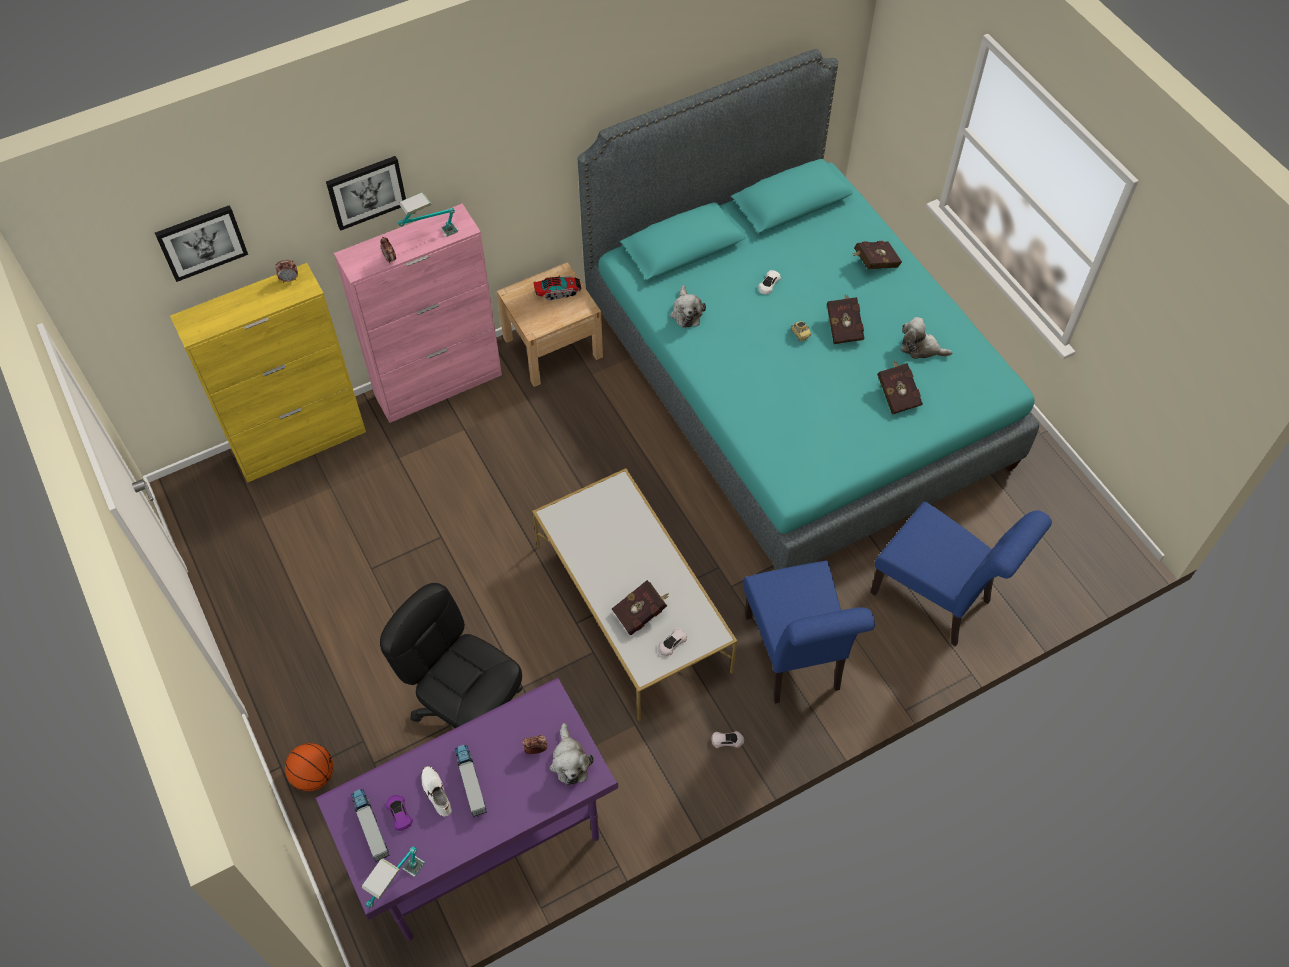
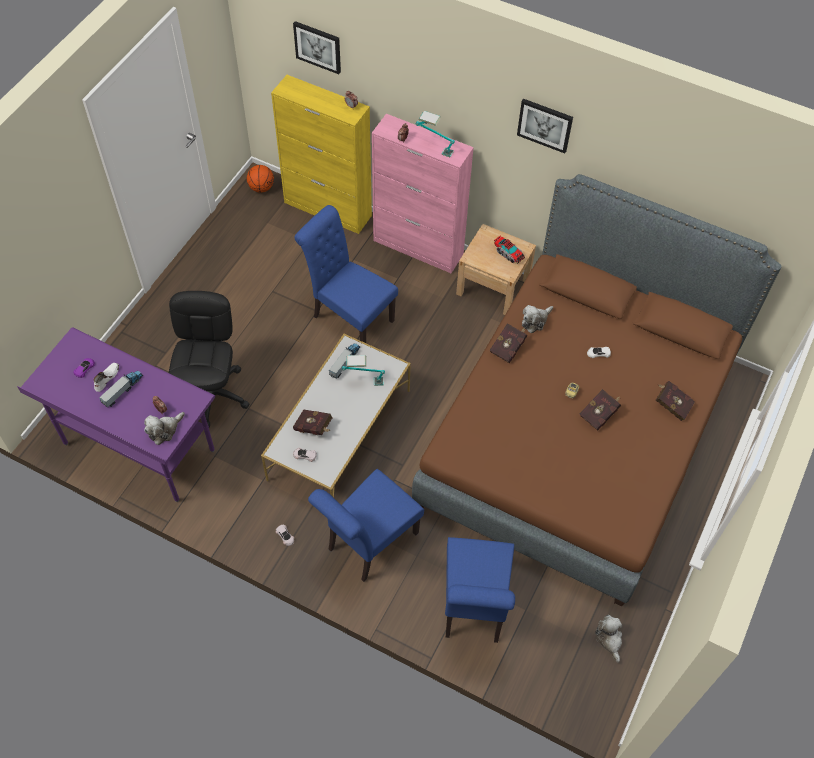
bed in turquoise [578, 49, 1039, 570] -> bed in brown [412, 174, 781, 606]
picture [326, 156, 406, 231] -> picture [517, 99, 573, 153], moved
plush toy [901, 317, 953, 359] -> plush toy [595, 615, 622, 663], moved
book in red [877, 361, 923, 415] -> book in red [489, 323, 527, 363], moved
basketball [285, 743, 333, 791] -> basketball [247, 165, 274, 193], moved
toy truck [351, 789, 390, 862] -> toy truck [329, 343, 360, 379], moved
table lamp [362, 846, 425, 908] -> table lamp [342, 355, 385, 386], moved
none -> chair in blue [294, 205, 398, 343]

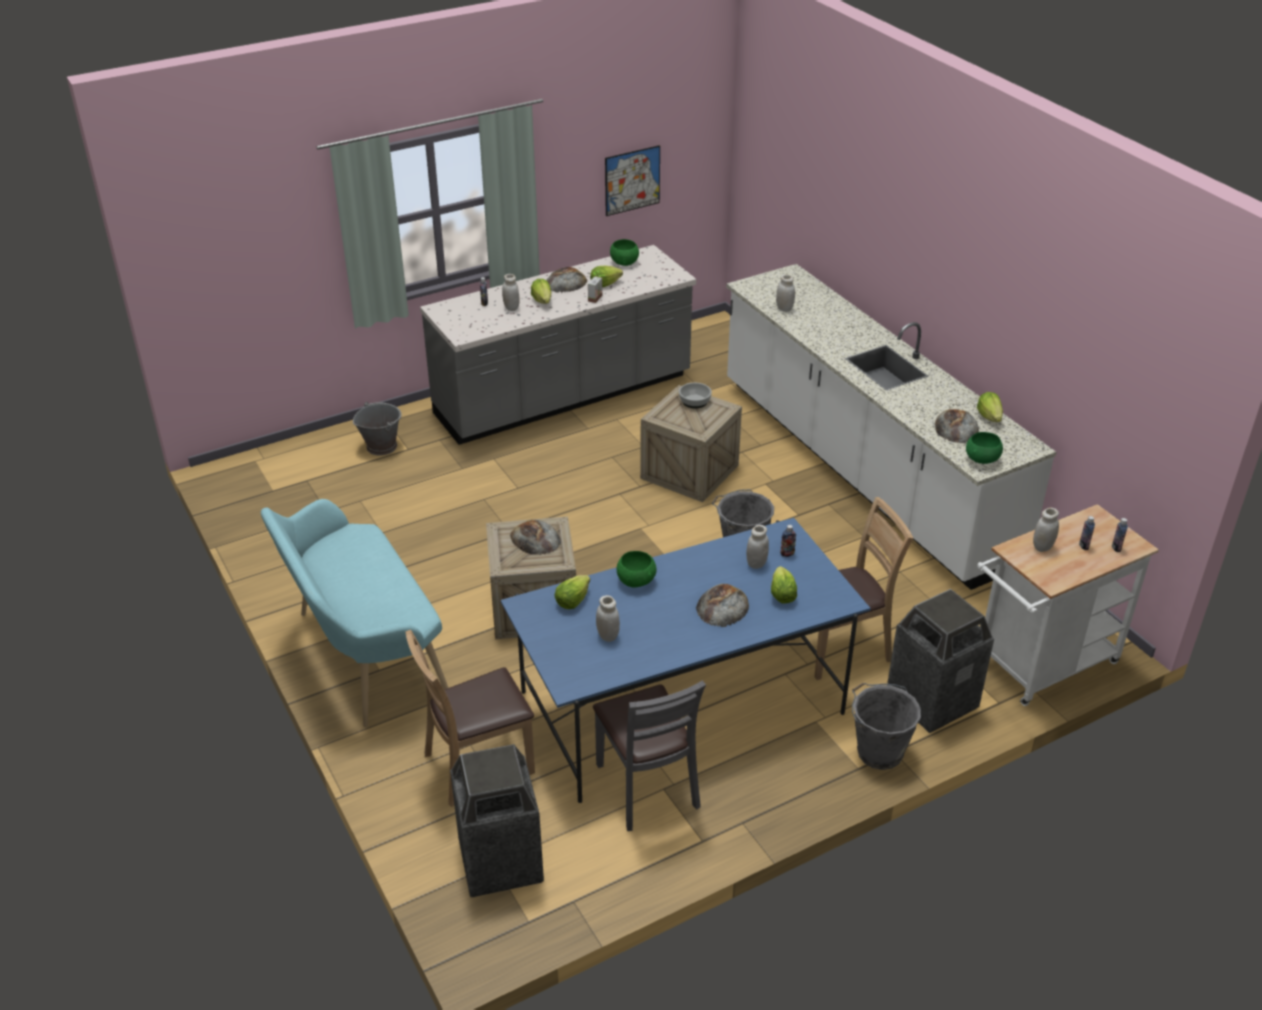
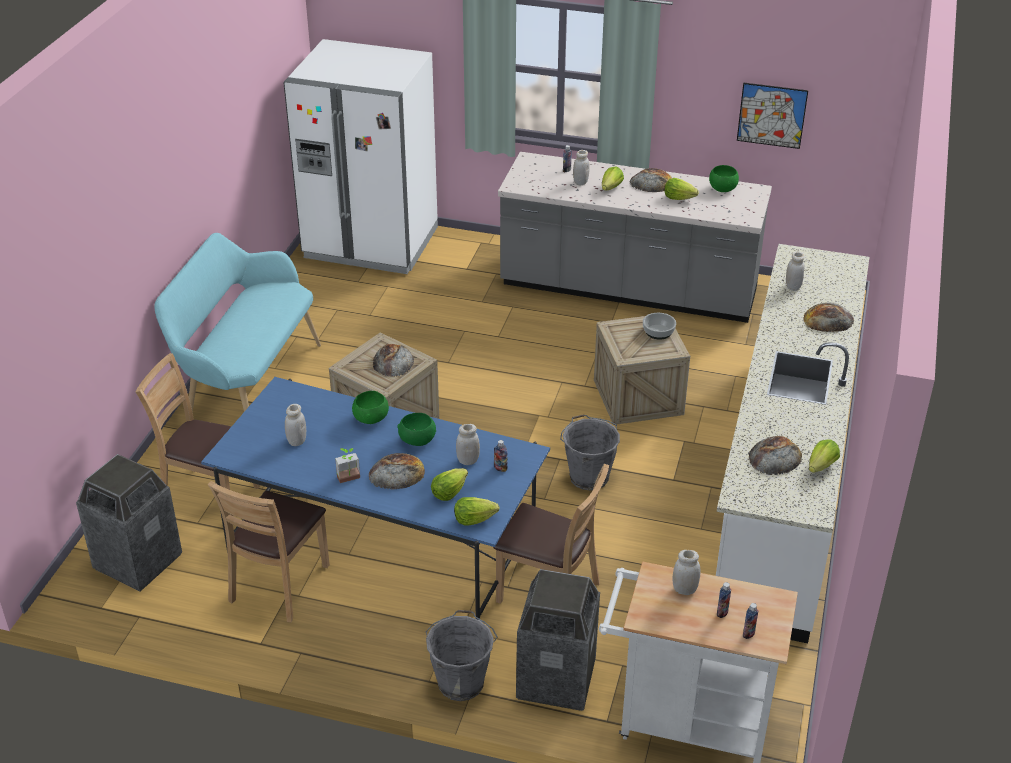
potted plant [588, 270, 605, 303] -> potted plant [335, 448, 360, 483], moved
bucket in grey [353, 402, 402, 455] -> none
bowl in green [966, 432, 1003, 464] -> bowl in green [398, 413, 436, 446], moved
lettuce [554, 575, 590, 609] -> lettuce [454, 497, 499, 526], moved
chair in grey [593, 680, 706, 831] -> chair in brown [208, 481, 330, 622]
none -> fridge in white [283, 39, 438, 274]
none -> bread [803, 302, 854, 332]

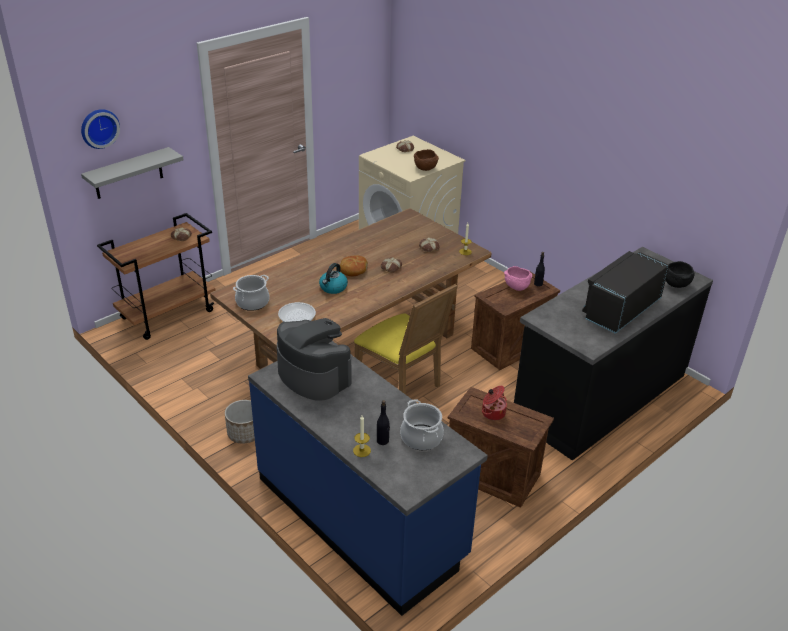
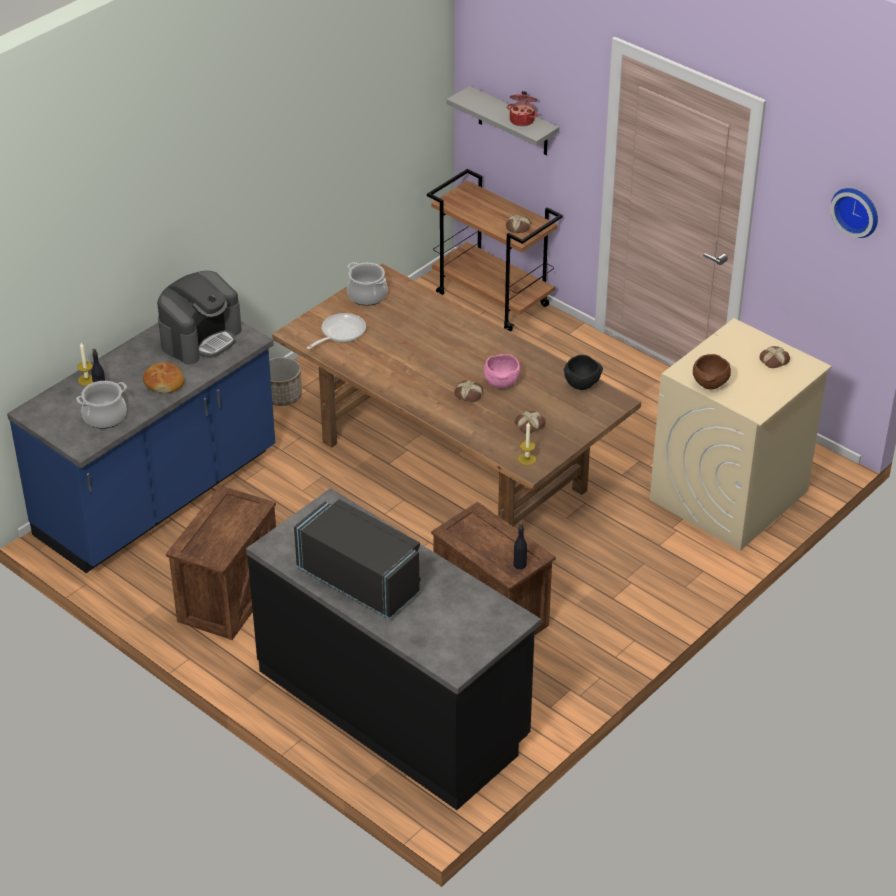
wall clock [81, 109, 120, 149] -> wall clock [830, 188, 878, 238], moved
bread [340, 255, 368, 276] -> bread [143, 362, 185, 393], moved
bowl in black [666, 261, 694, 288] -> bowl in black [564, 355, 603, 390], moved
kettle [319, 263, 348, 294] -> none
bowl in pink [504, 266, 532, 291] -> bowl in pink [484, 354, 520, 388], moved
chair in yellow [354, 284, 458, 395] -> none
cooking pot [482, 386, 507, 420] -> cooking pot [507, 91, 538, 126], moved

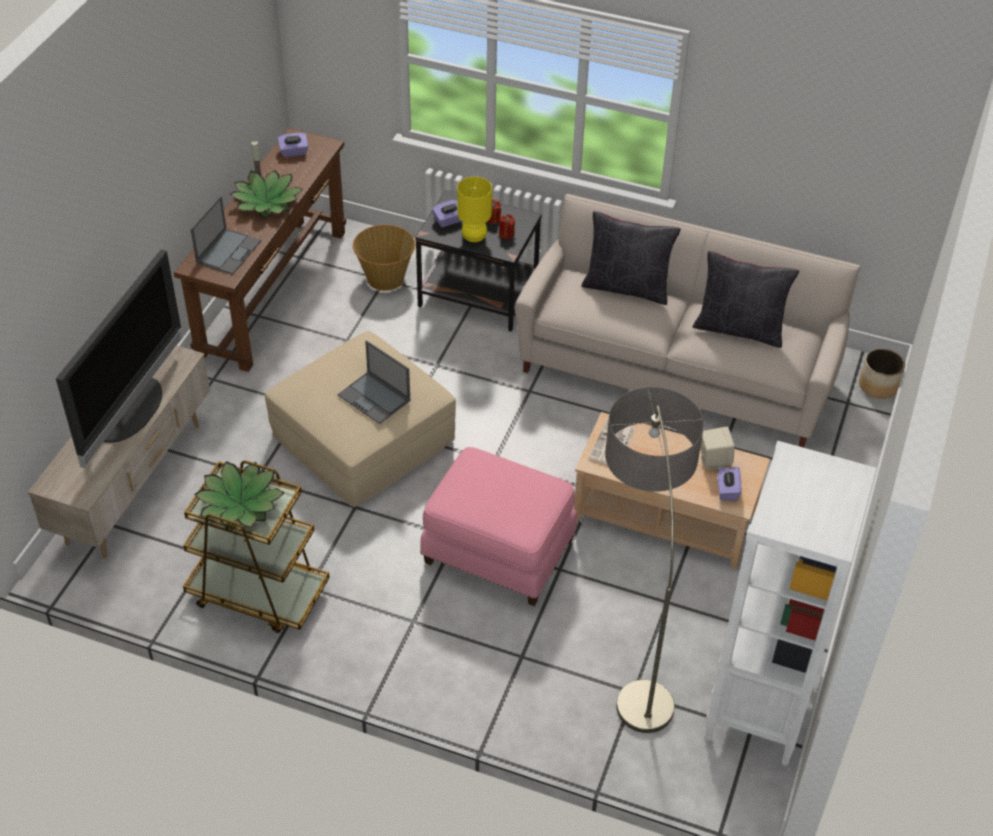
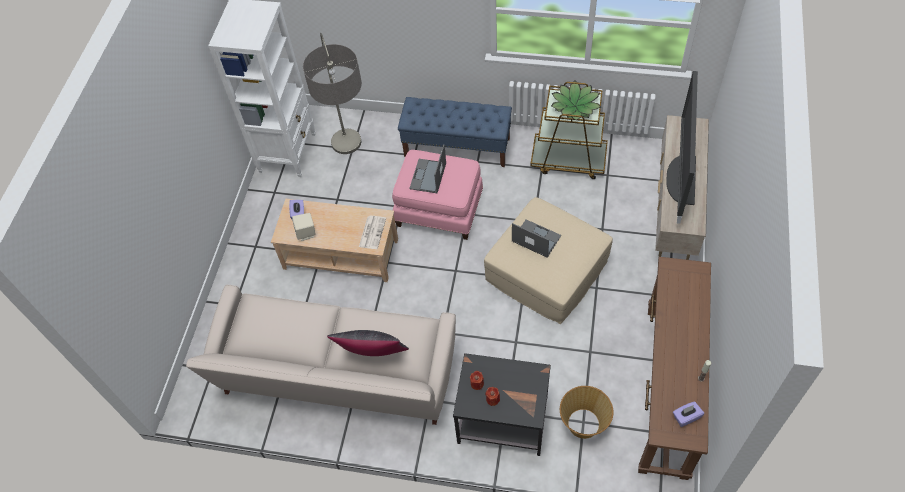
potted plant [230, 170, 303, 219] -> none
table lamp in yellow [457, 177, 492, 242] -> none
laptop [191, 196, 261, 275] -> laptop [409, 144, 446, 193], moved
tissue box in purple [432, 200, 461, 227] -> none
pillow in black [693, 251, 799, 348] -> none
planter [859, 348, 905, 399] -> none
none -> bench in blue [398, 97, 512, 167]

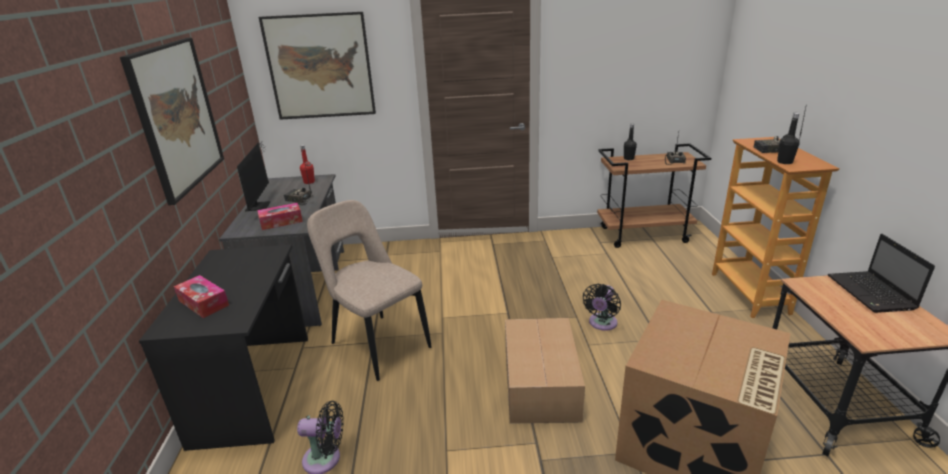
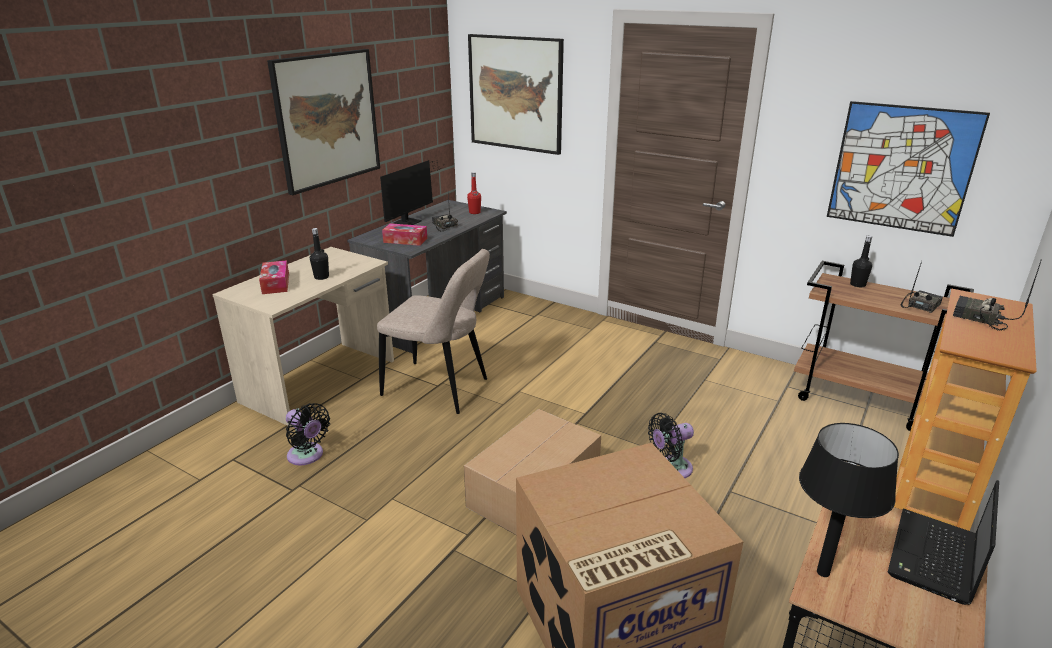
bottle in black [777, 113, 800, 164] -> bottle in black [310, 228, 329, 280], moved
chair in beige [307, 200, 432, 381] -> chair in beige [377, 249, 490, 414], 120 degrees clockwise
desk in black [139, 245, 308, 451] -> desk in beige [212, 247, 394, 426]
none -> picture [827, 101, 990, 237]
none -> table lamp in black [799, 423, 899, 577]

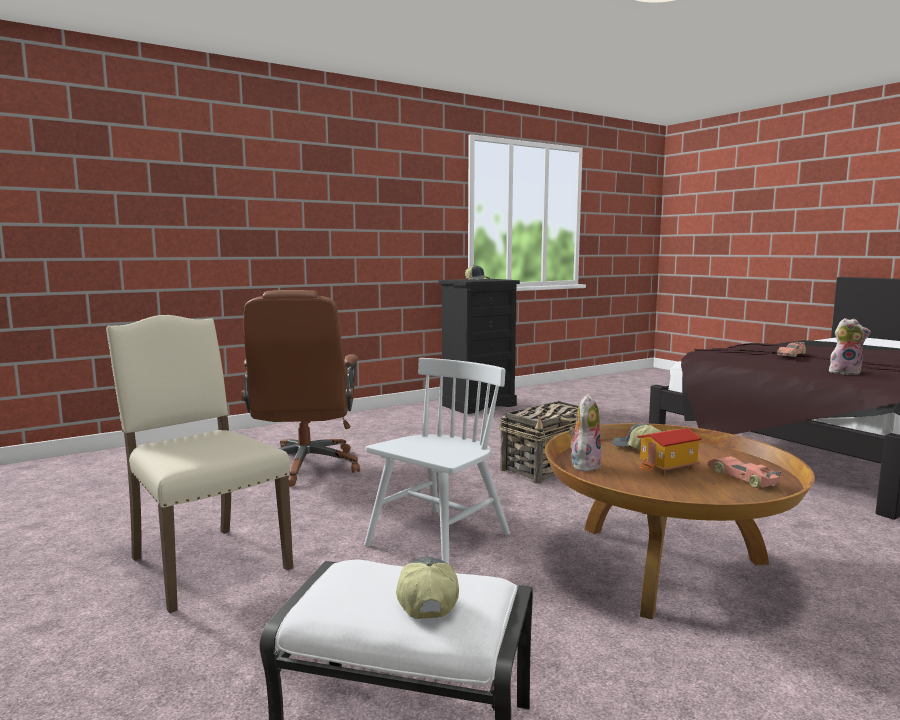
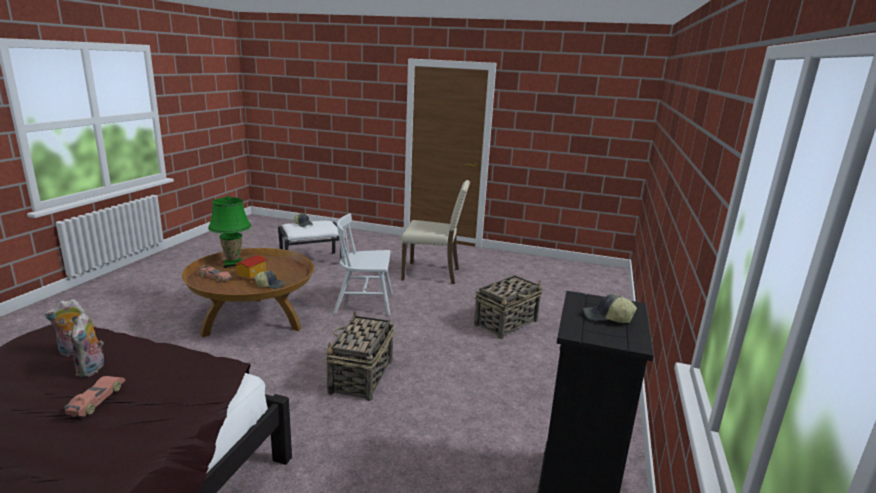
office chair in brown [241, 290, 360, 487] -> basket [474, 275, 542, 339]
chair in white [364, 358, 510, 564] -> chair in white [333, 214, 393, 316], 90 degrees clockwise
plush toy [569, 394, 601, 472] -> plush toy [71, 312, 104, 377], moved
none -> table lamp in green [208, 196, 251, 268]

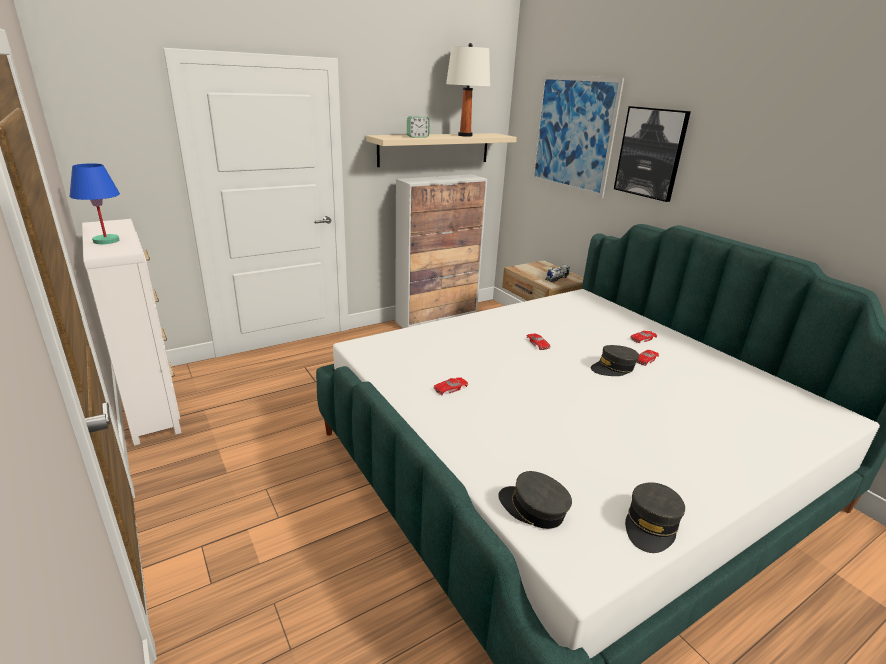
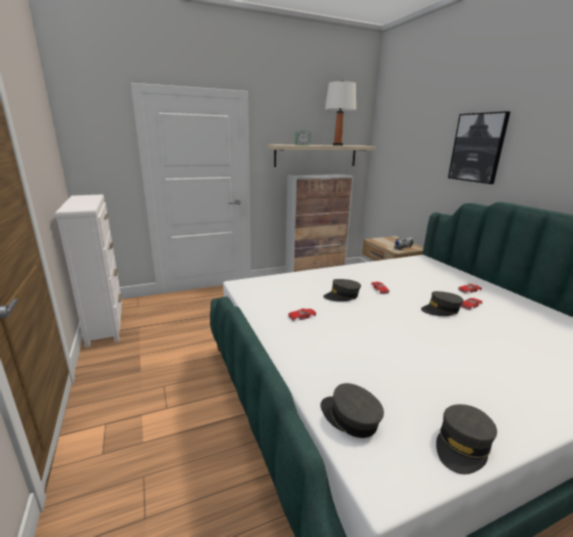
picture [531, 75, 624, 198] -> none
table lamp in blue [70, 163, 120, 244] -> none
none -> cap in grey [323, 279, 361, 302]

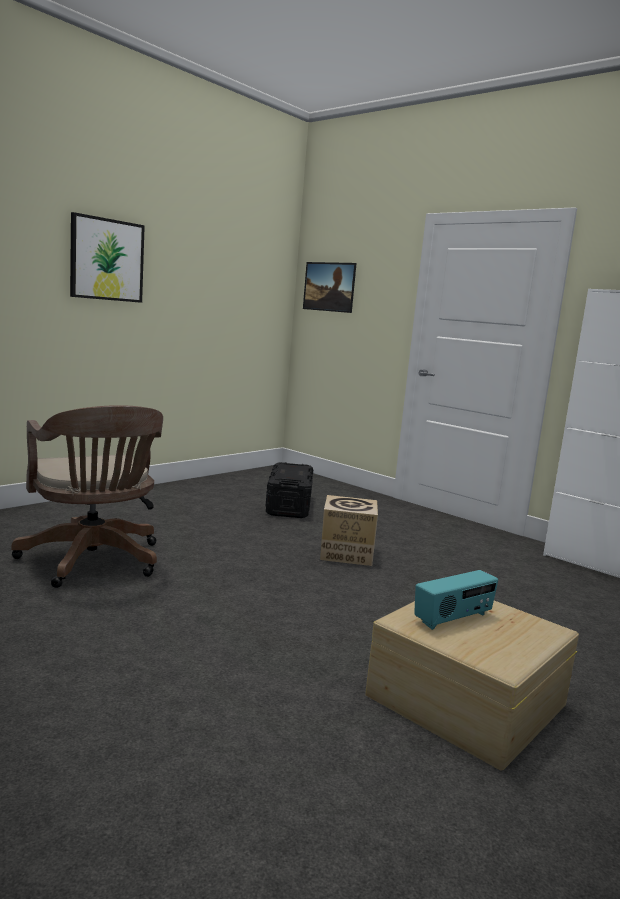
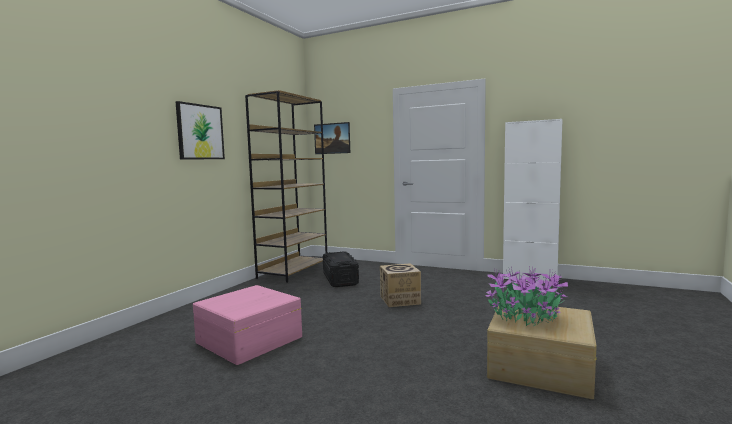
office chair in brown [11, 405, 163, 588] -> storage box in pink [193, 285, 302, 365]
radio [414, 570, 498, 630] -> potted plant [485, 266, 568, 326]
none -> bookcase in brown [245, 90, 327, 283]

